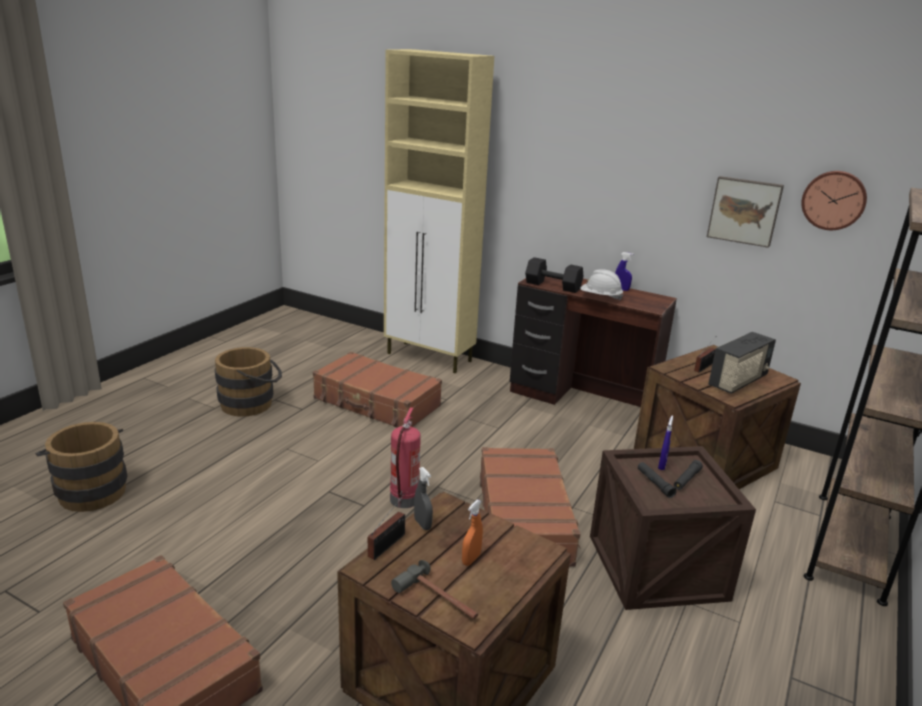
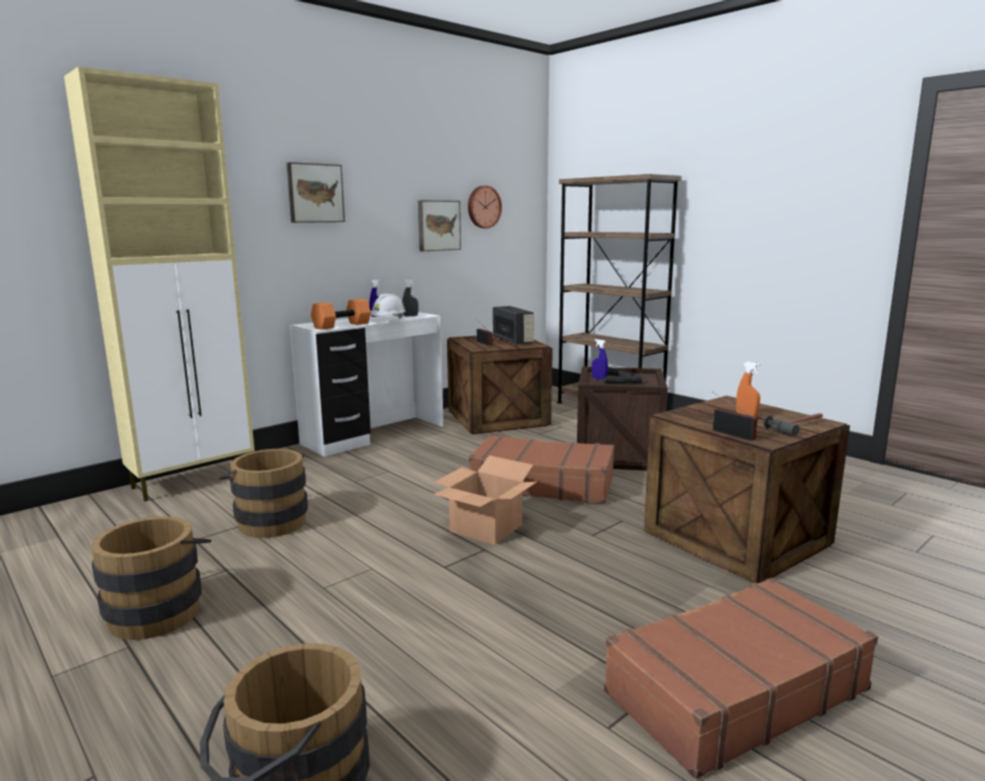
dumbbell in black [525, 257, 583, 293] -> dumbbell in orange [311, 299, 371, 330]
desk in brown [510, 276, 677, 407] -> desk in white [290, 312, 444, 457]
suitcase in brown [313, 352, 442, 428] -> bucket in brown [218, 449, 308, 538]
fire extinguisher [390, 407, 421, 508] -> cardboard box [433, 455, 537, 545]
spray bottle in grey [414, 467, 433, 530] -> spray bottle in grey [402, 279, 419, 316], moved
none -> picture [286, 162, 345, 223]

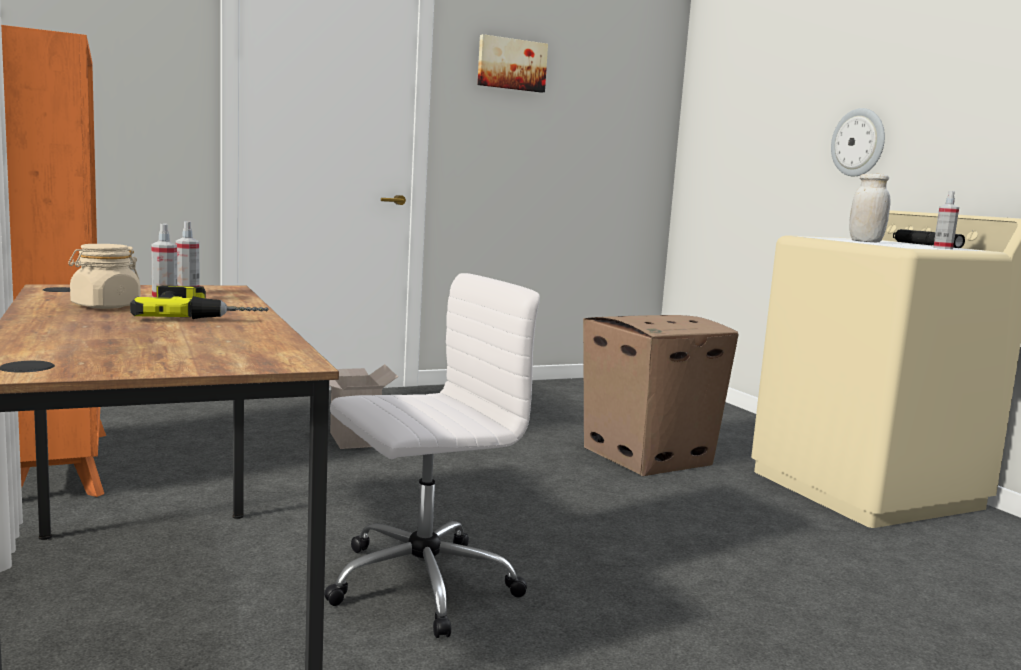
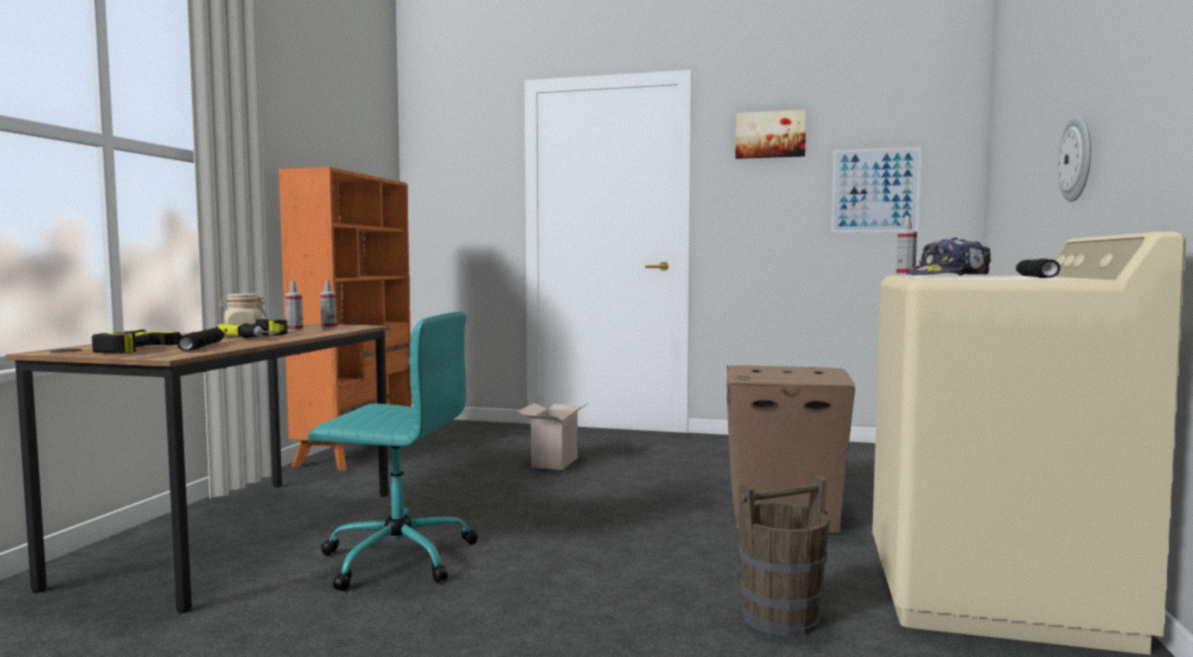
jar in white [849, 174, 891, 242] -> cap [906, 238, 991, 276]
spray bottle [933, 191, 959, 249] -> spray bottle [896, 215, 917, 275], moved
office chair in white [324, 273, 540, 638] -> office chair in turquoise [308, 312, 478, 591]
none -> picture [831, 147, 922, 233]
none -> flashlight in black [177, 328, 225, 351]
none -> power drill [92, 329, 181, 353]
none -> bucket in brown [738, 475, 830, 637]

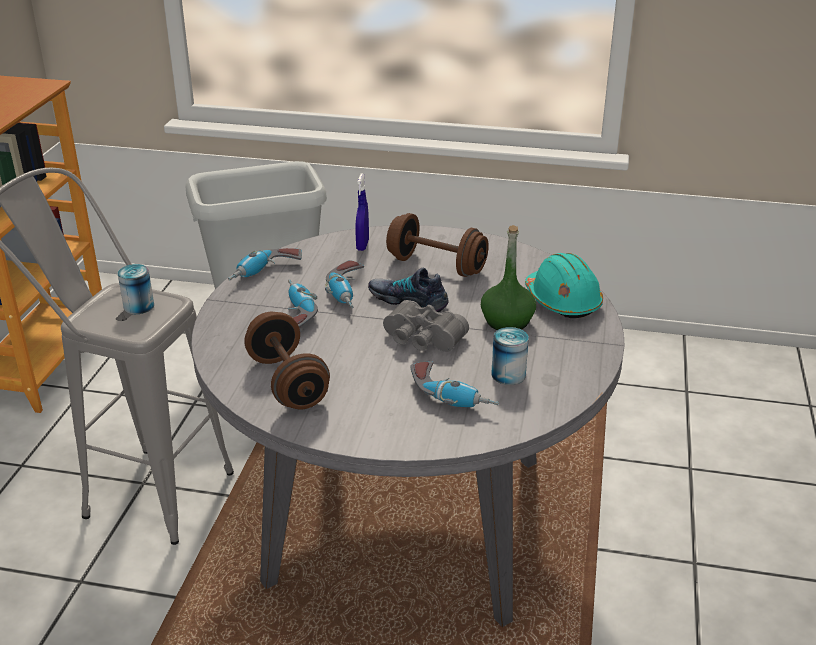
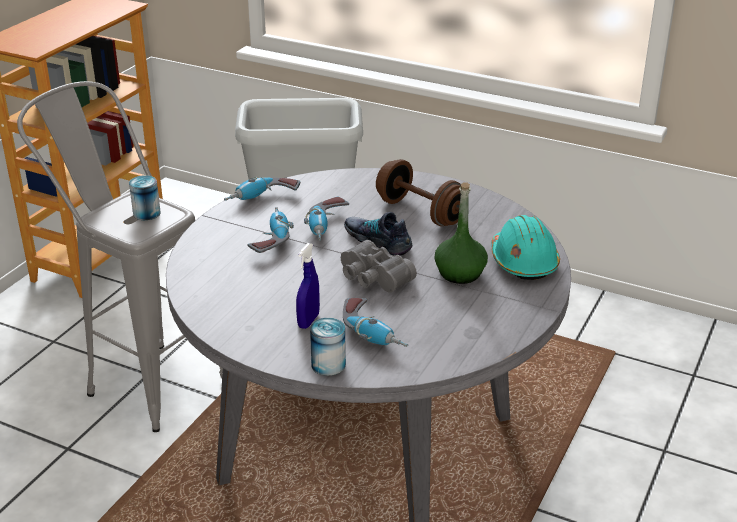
spray bottle in blue [356, 174, 369, 251] -> spray bottle in blue [296, 243, 320, 329], moved
dumbbell in brown [244, 312, 330, 409] -> none
can [491, 327, 529, 385] -> can [310, 318, 346, 376], moved

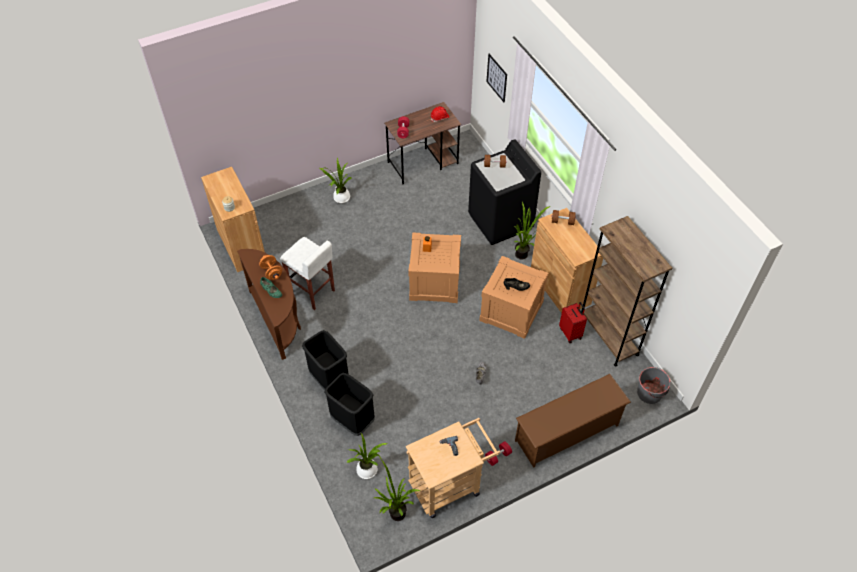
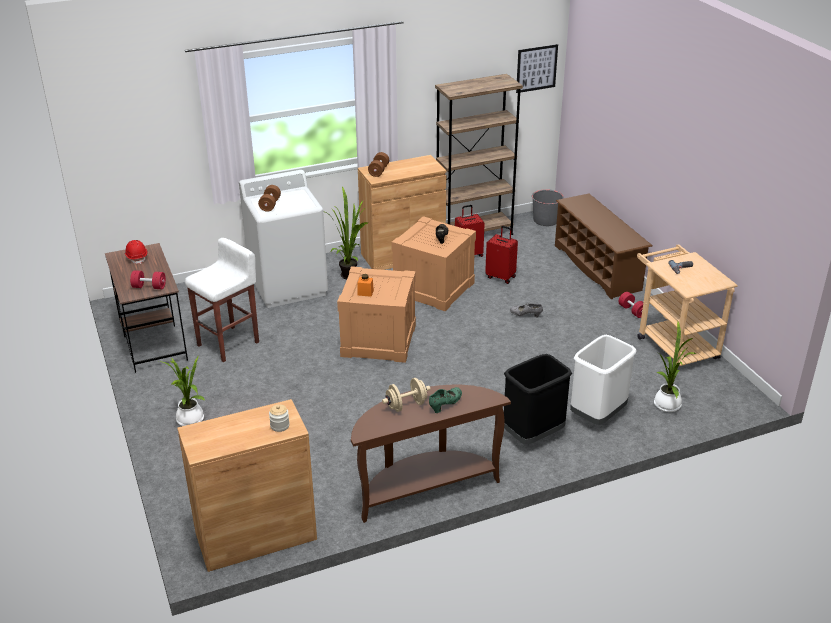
picture [487, 54, 507, 102] -> picture [516, 44, 558, 93], moved
washing machine in black [468, 139, 541, 245] -> washing machine in white [239, 170, 328, 308]
stool in white [280, 237, 335, 310] -> stool in white [185, 238, 259, 362], moved
dumbbell in orange [259, 255, 282, 280] -> dumbbell in beige [382, 378, 430, 412]
trash can in black [324, 373, 375, 436] -> trash can in white [570, 335, 637, 425]
potted plant [374, 460, 421, 521] -> none
none -> suitcase in red [485, 226, 518, 284]

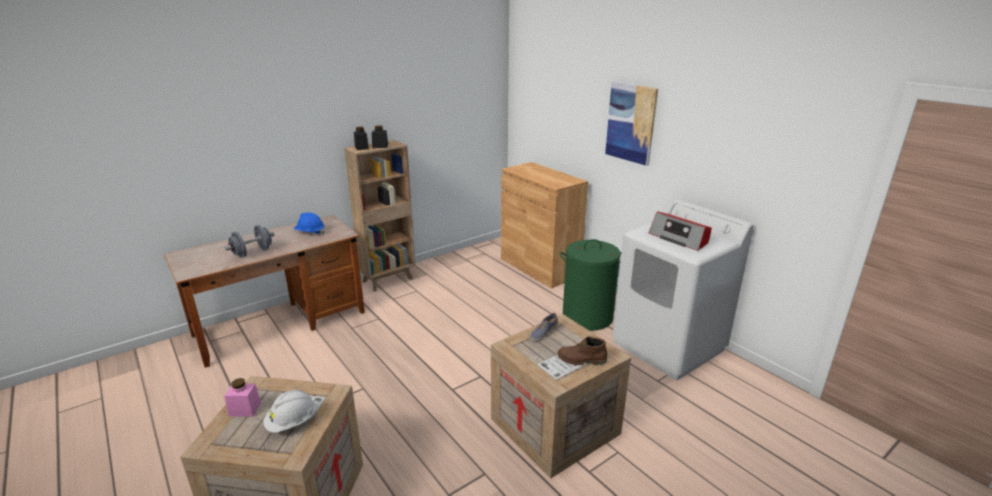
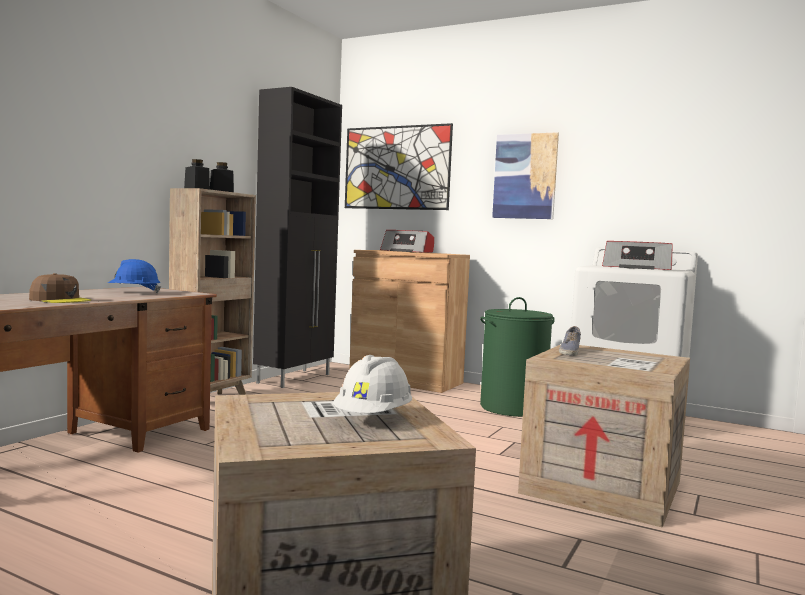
dumbbell in grey [225, 225, 275, 258] -> cap in brown [29, 273, 91, 303]
boot in brown [557, 337, 607, 365] -> none
jar in pink [224, 378, 261, 417] -> none
none -> cabinet in black [253, 87, 342, 388]
none -> picture [345, 123, 453, 210]
none -> radio [380, 230, 434, 253]

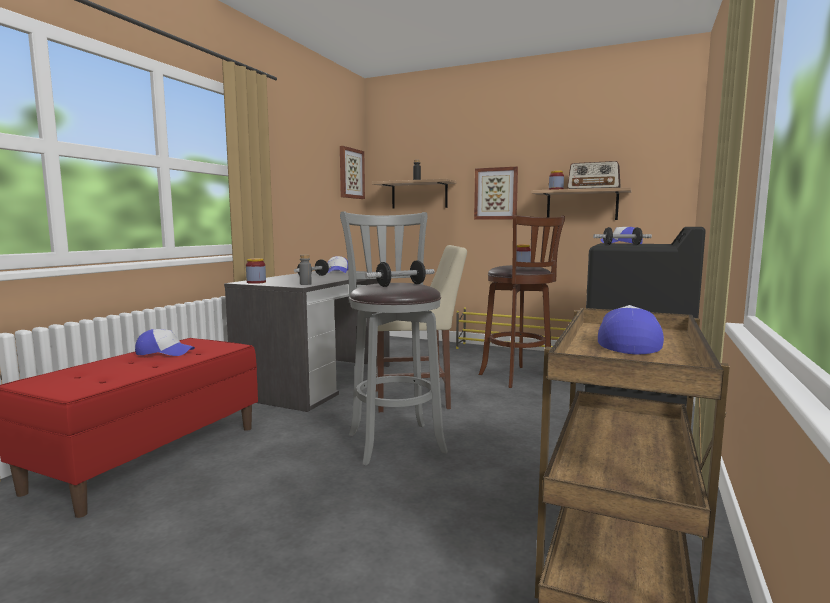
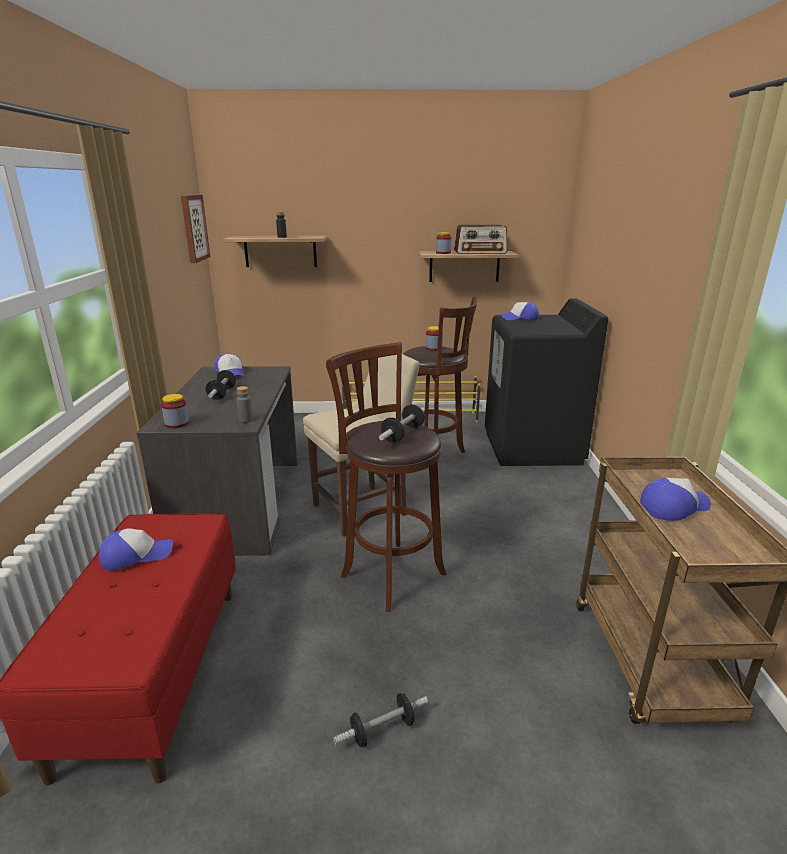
picture [474, 167, 518, 220] -> none
stool in grey [340, 211, 448, 465] -> stool in brown [326, 342, 446, 612]
dumbbell [593, 227, 652, 245] -> dumbbell [333, 693, 428, 747], moved
cap [598, 305, 664, 354] -> cap [640, 478, 711, 521], 75 degrees clockwise

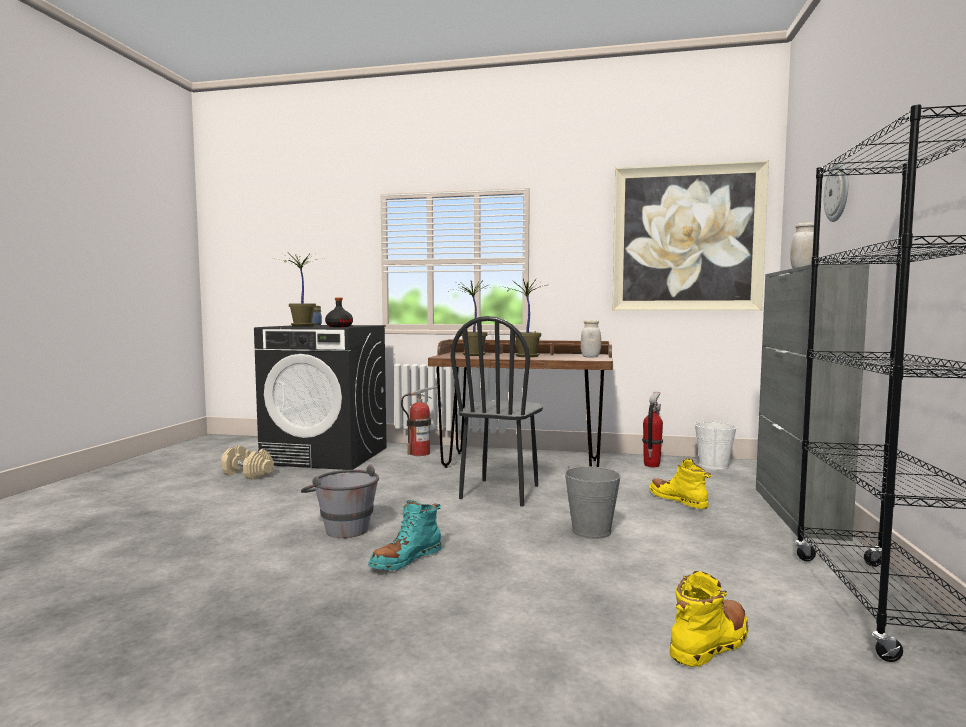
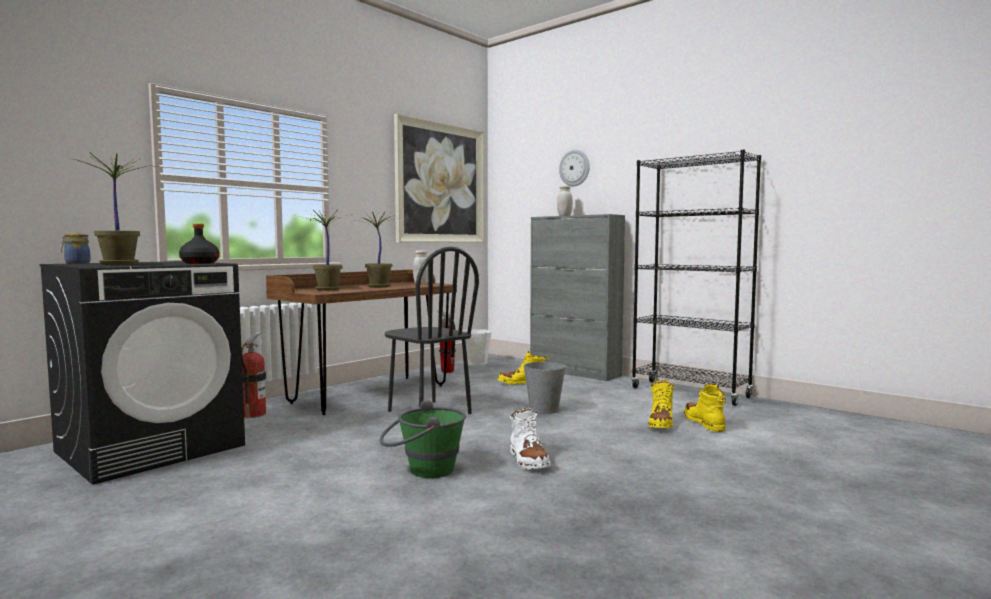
dumbbell in beige [221, 446, 274, 480] -> none
bucket in grey [301, 465, 379, 538] -> bucket in green [379, 400, 466, 478]
boot in turquoise [368, 500, 442, 570] -> boot in white [510, 408, 551, 470]
none -> boot in yellow [648, 381, 675, 428]

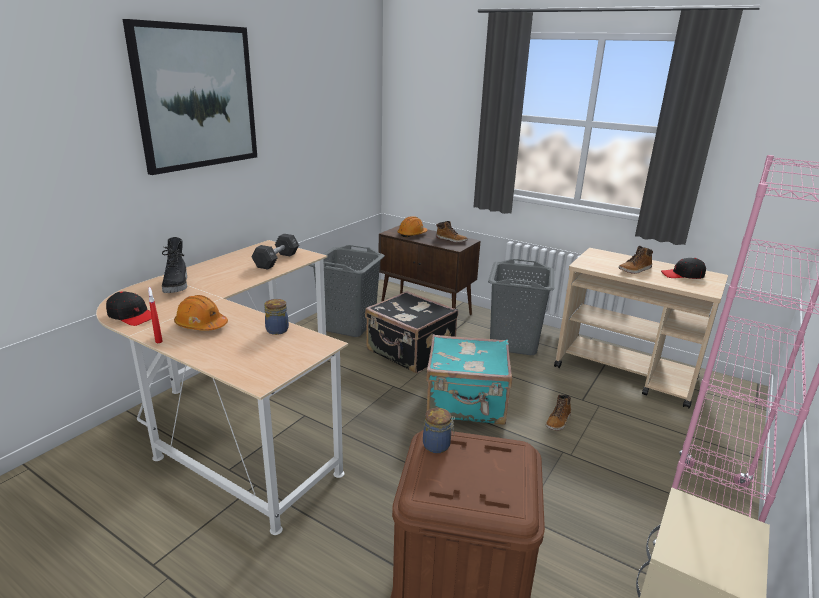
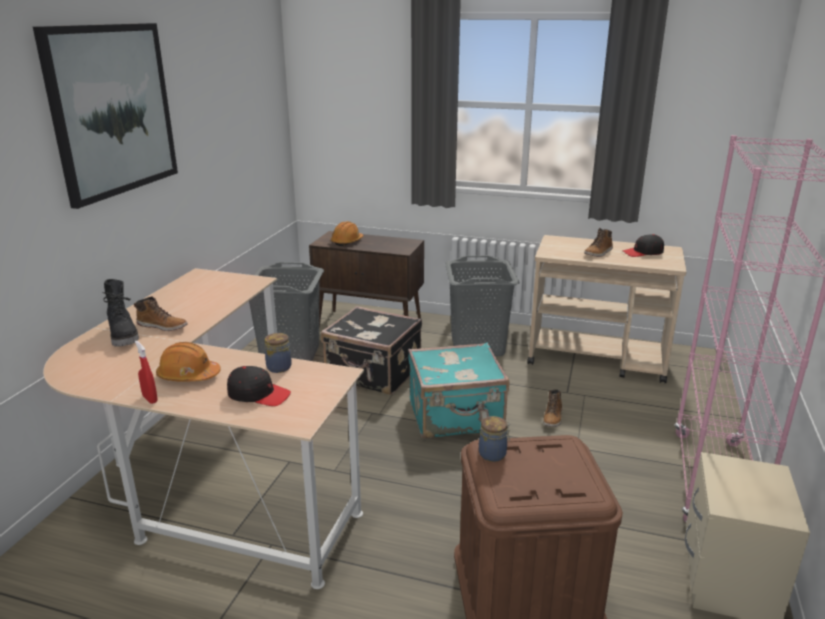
boot [436, 221, 468, 243] -> boot [134, 297, 188, 331], moved
dumbbell in black [252, 234, 299, 269] -> none
cap in black [106, 291, 152, 326] -> cap in black [227, 366, 291, 406], moved

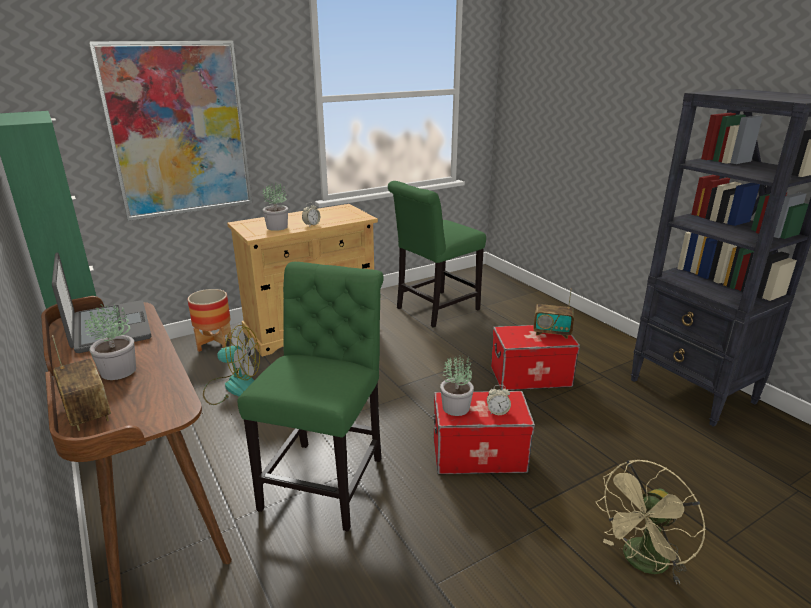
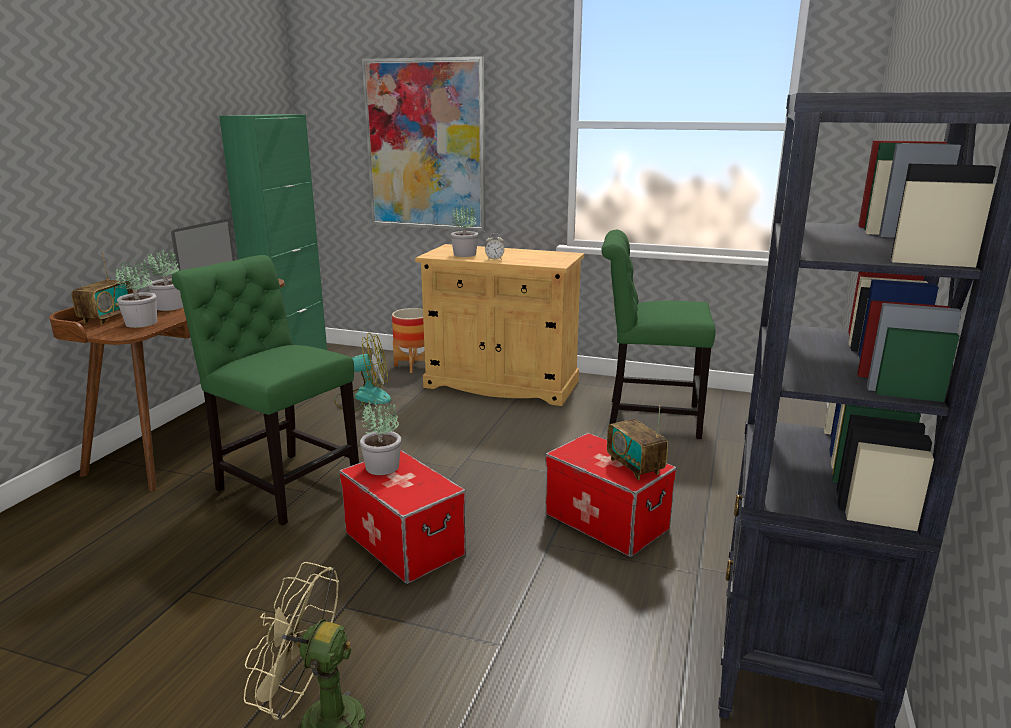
chair in green [237, 262, 384, 531] -> chair in green [172, 255, 359, 525], 120 degrees counterclockwise
fan [203, 325, 260, 405] -> fan [334, 333, 391, 411], 60 degrees counterclockwise
alarm clock [487, 385, 511, 415] -> none
none -> potted plant [115, 260, 157, 328]

